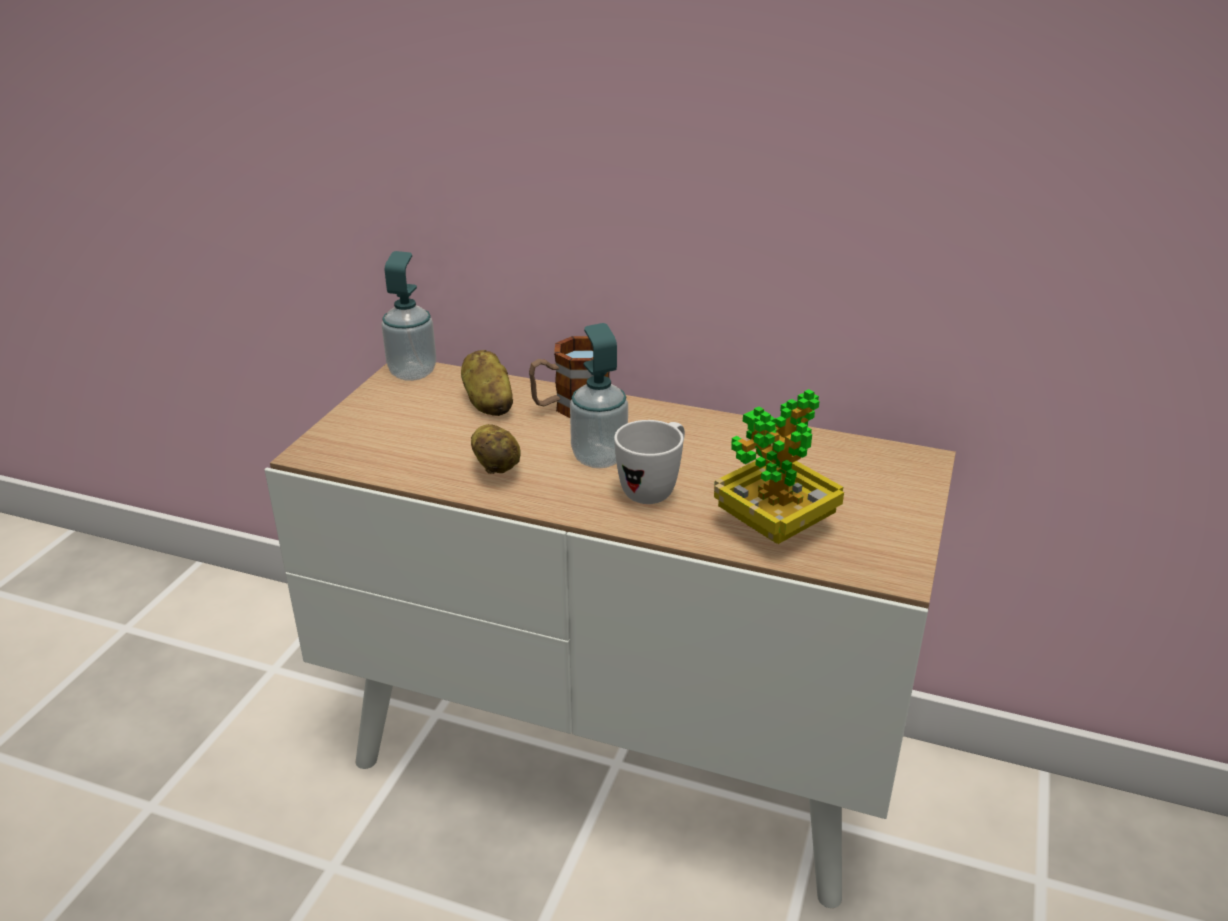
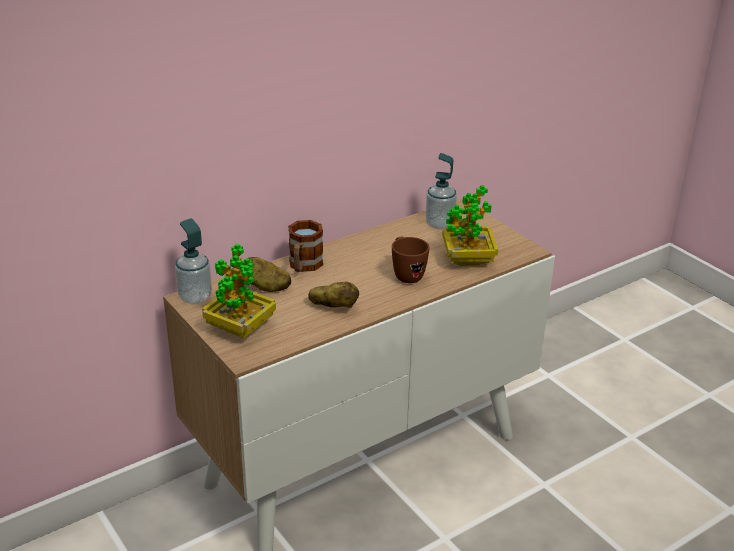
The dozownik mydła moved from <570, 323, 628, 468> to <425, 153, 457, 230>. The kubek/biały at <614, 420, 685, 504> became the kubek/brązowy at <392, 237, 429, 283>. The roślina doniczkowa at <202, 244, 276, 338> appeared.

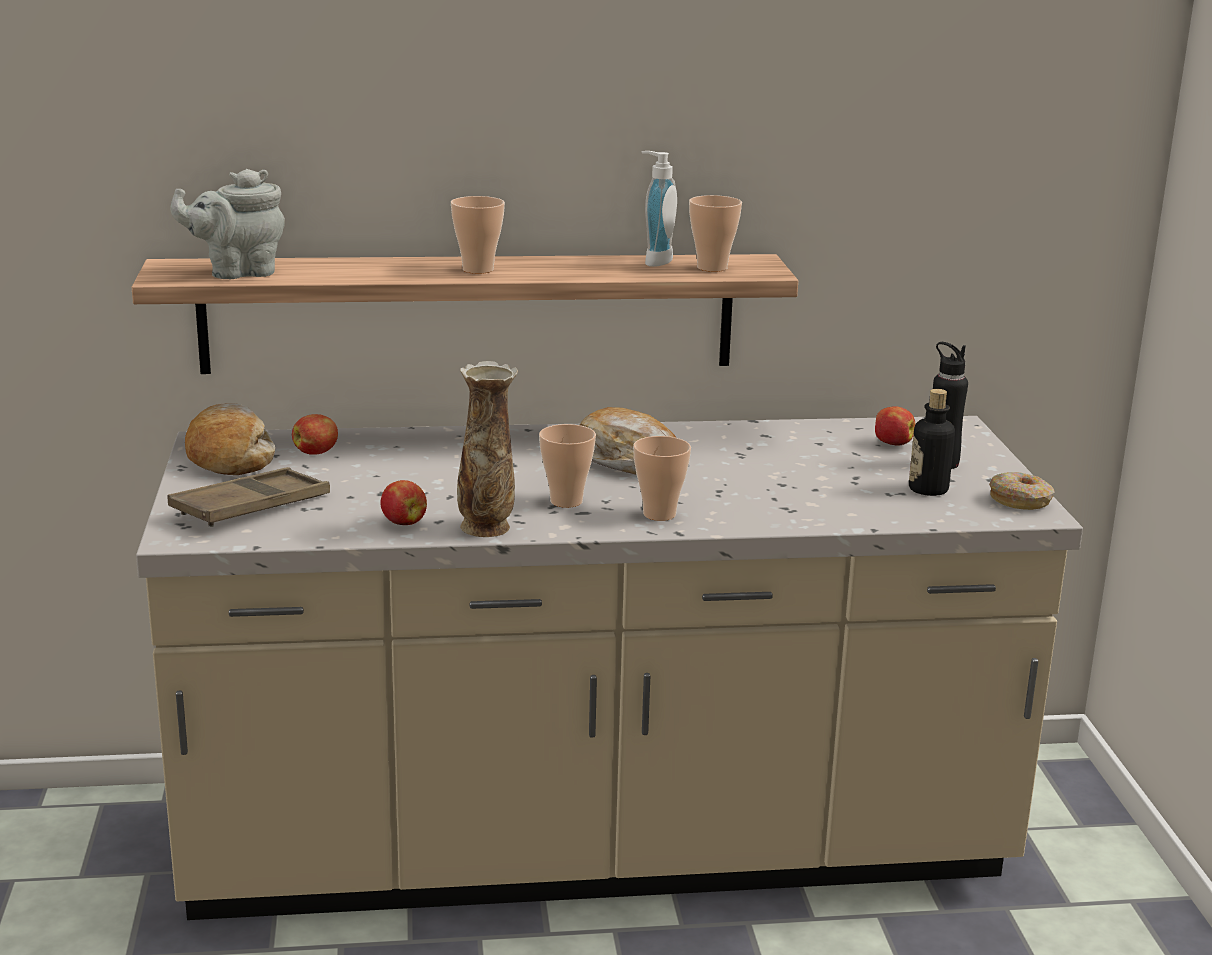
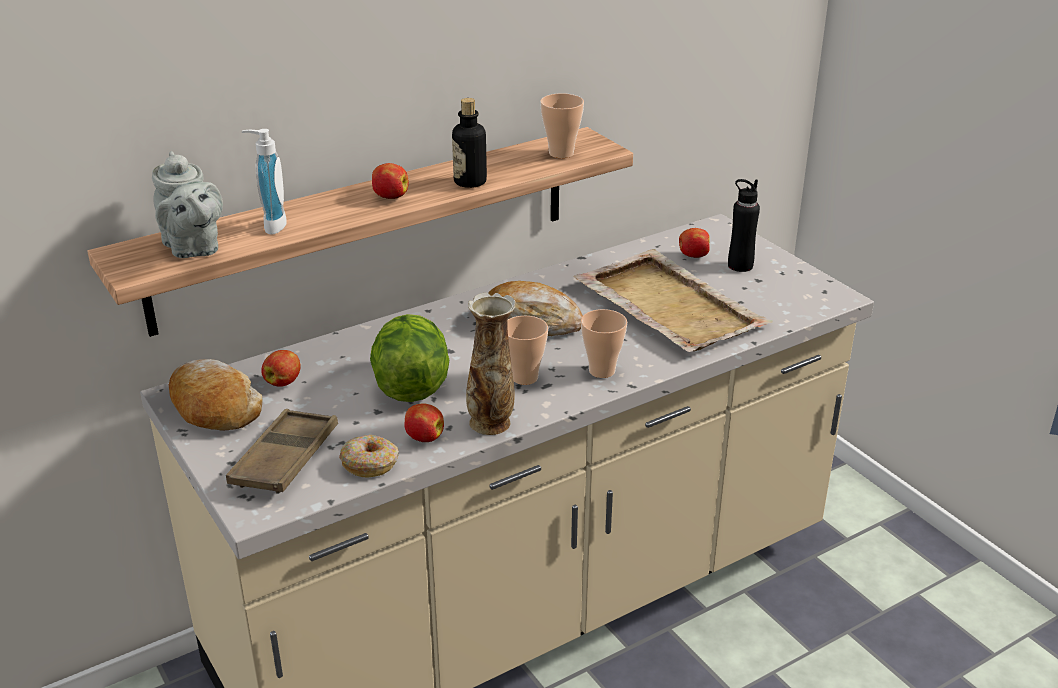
The dozownik mydła moved from <642, 151, 677, 267> to <242, 129, 287, 235>. The imbryk/szary at <170, 169, 285, 279> turned 75 degrees counterclockwise. The filiżanka at <451, 196, 505, 274> was replaced by the jabłko at <372, 163, 409, 199>. The butelka moved from <909, 389, 955, 496> to <452, 98, 487, 188>. The donut moved from <989, 472, 1055, 510> to <339, 435, 399, 478>. The taca/beżowy at <573, 249, 773, 352> appeared. The sałata at <370, 314, 449, 402> appeared.

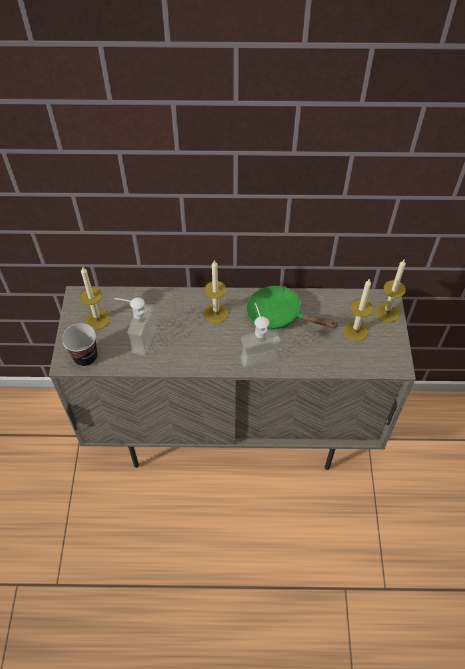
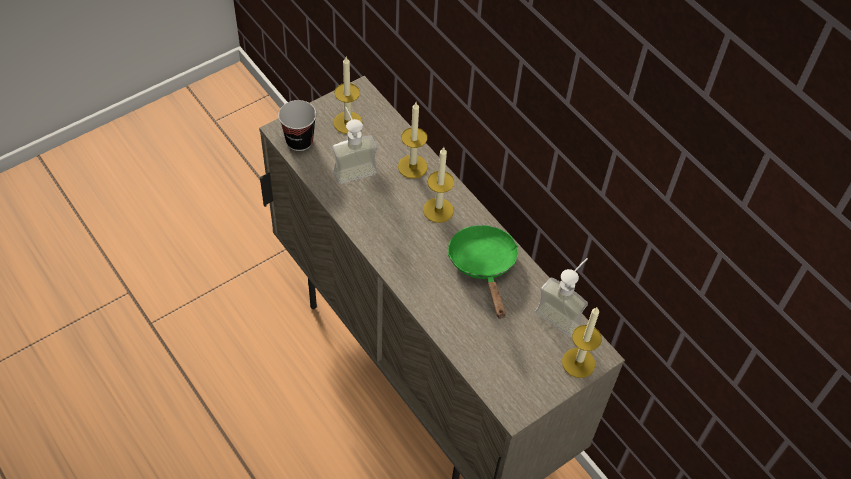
The świeca moved from <343, 279, 373, 341> to <398, 103, 428, 179>. The dozownik mydła moved from <241, 303, 280, 368> to <535, 258, 588, 337>.

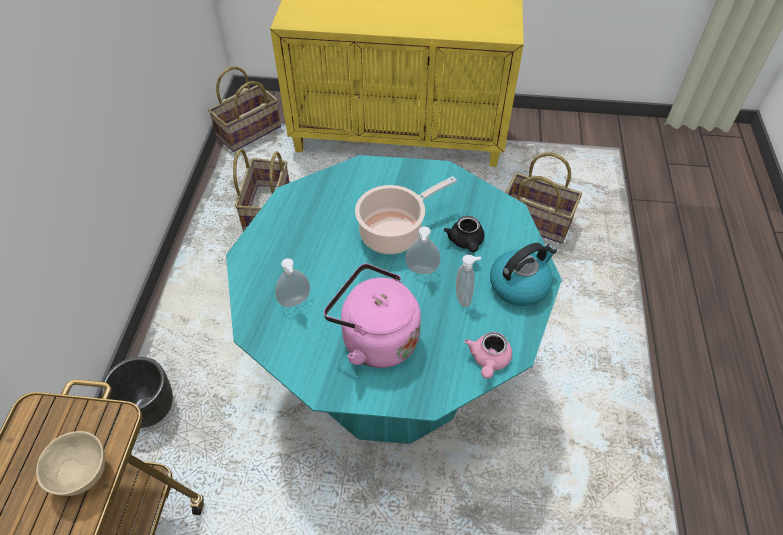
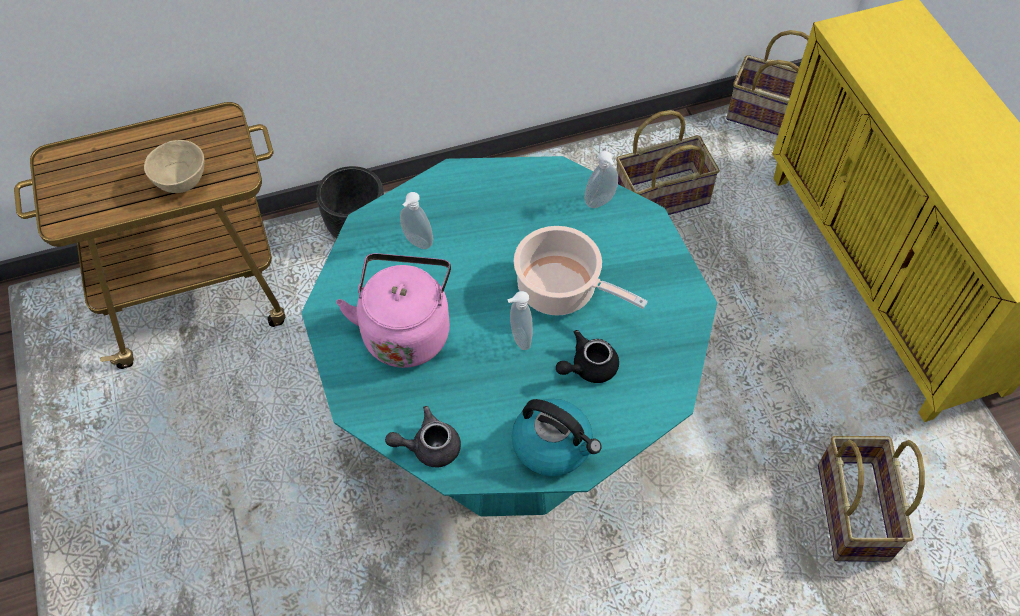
The dozownik mydła moved from <456, 255, 481, 307> to <585, 151, 618, 208>. The imbryk/różowy at <465, 332, 512, 379> became the imbryk/szary at <385, 406, 461, 467>.

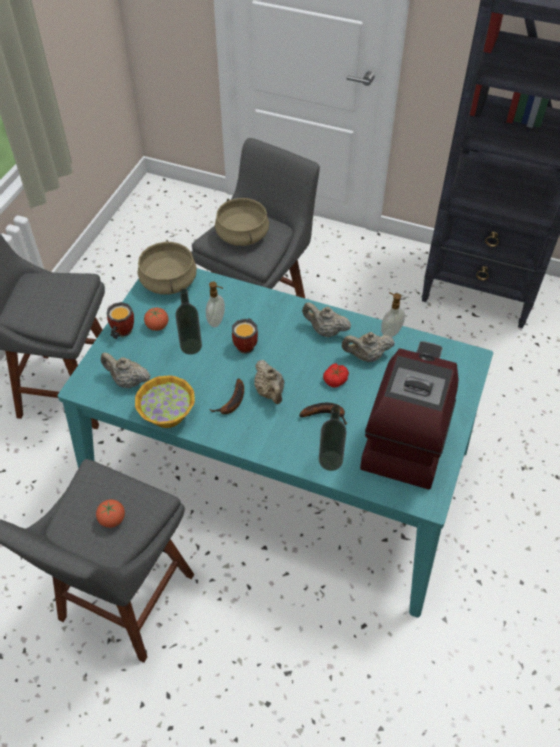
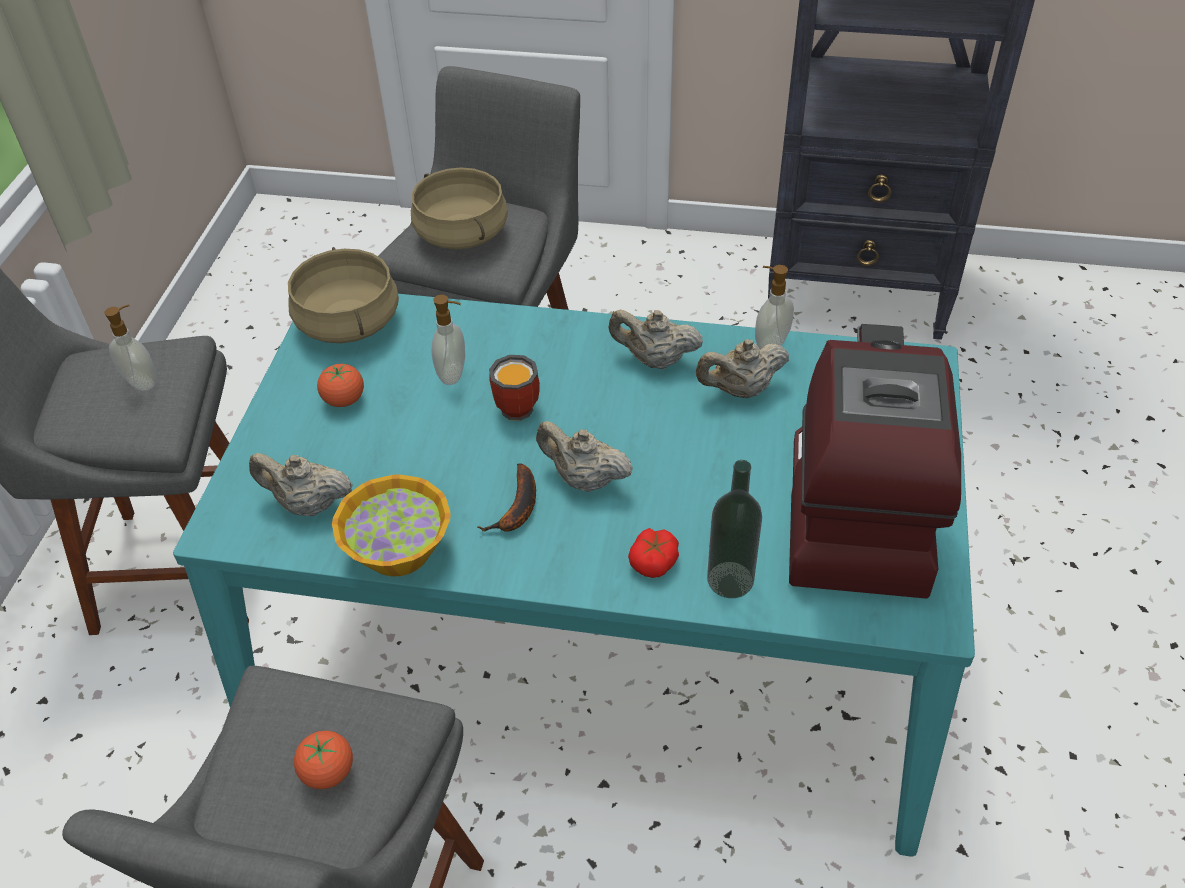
The butelka at <175, 288, 202, 355> disappeared. The kubek at <106, 302, 134, 339> disappeared. The imbryk/beżowy at <254, 360, 285, 404> turned 150 degrees clockwise. The pomidor moved from <323, 363, 349, 388> to <628, 528, 679, 578>. The banan at <299, 403, 347, 425> disappeared. The dozownik mydła at <104, 305, 156, 391> appeared.

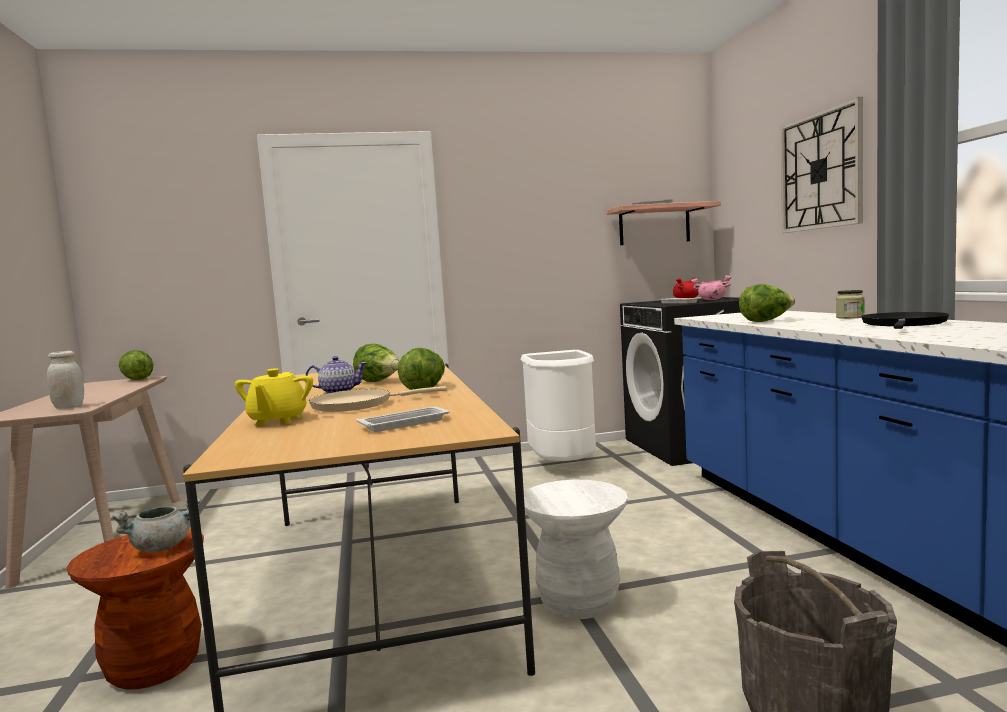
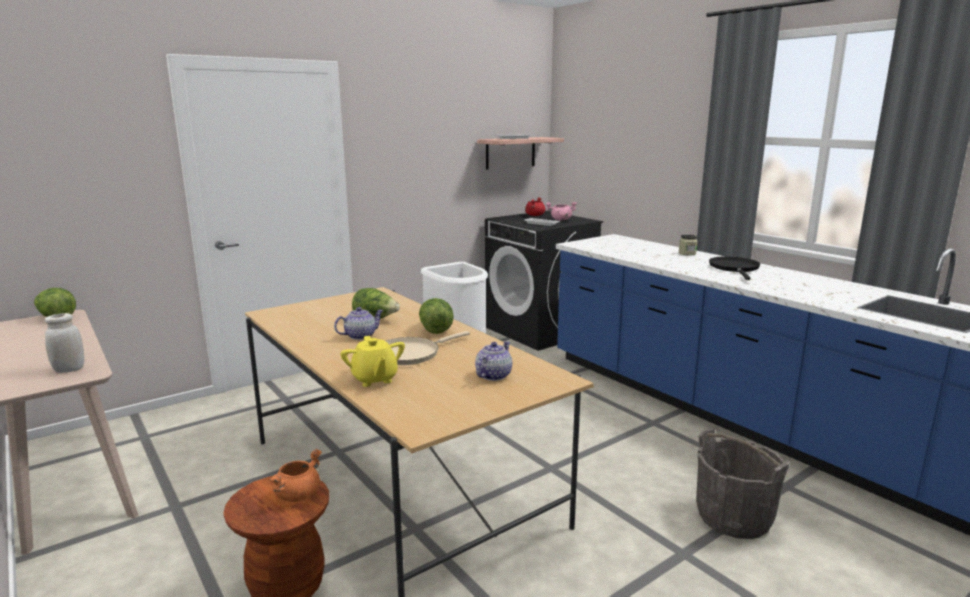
The zegar ścienny at <780, 97, 863, 233> disappeared. The sałata at <739, 284, 795, 322> disappeared. The taca/biały at <356, 407, 449, 432> was replaced by the imbryk at <475, 341, 512, 381>. The stołek/biały at <524, 480, 628, 619> disappeared. The garnek/szary at <112, 497, 201, 552> became the garnek/pomarańczowy at <270, 449, 322, 502>.

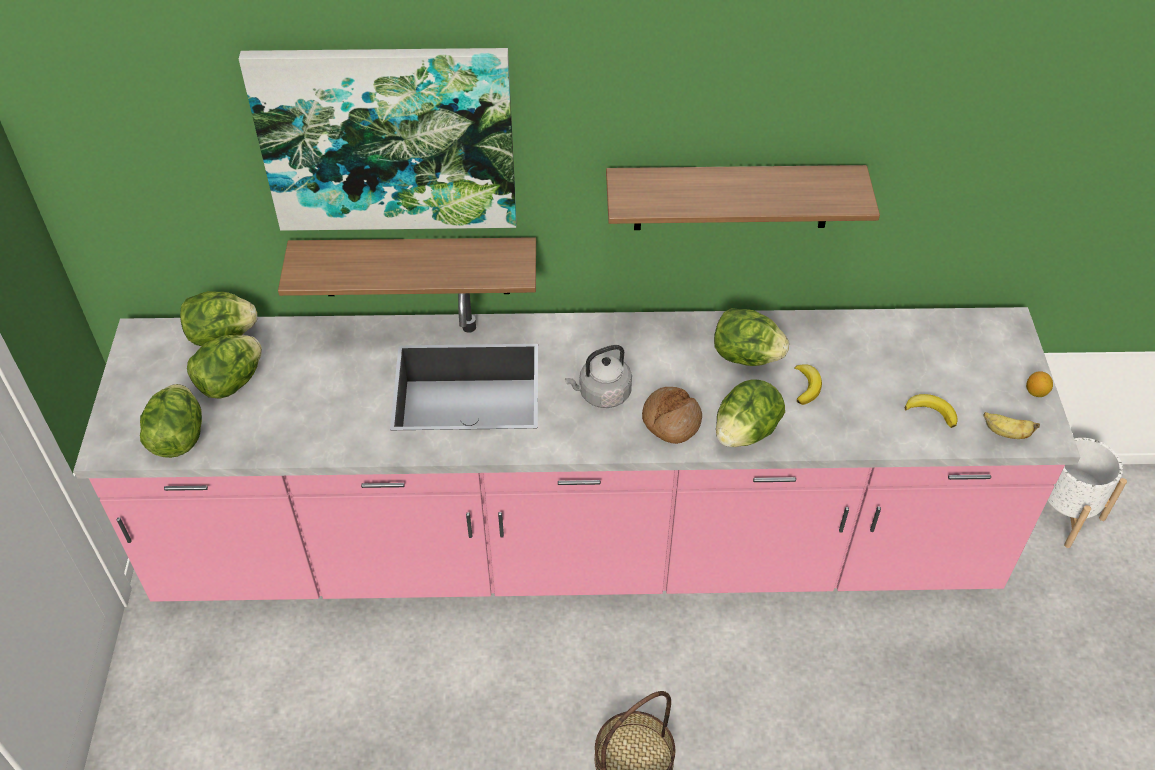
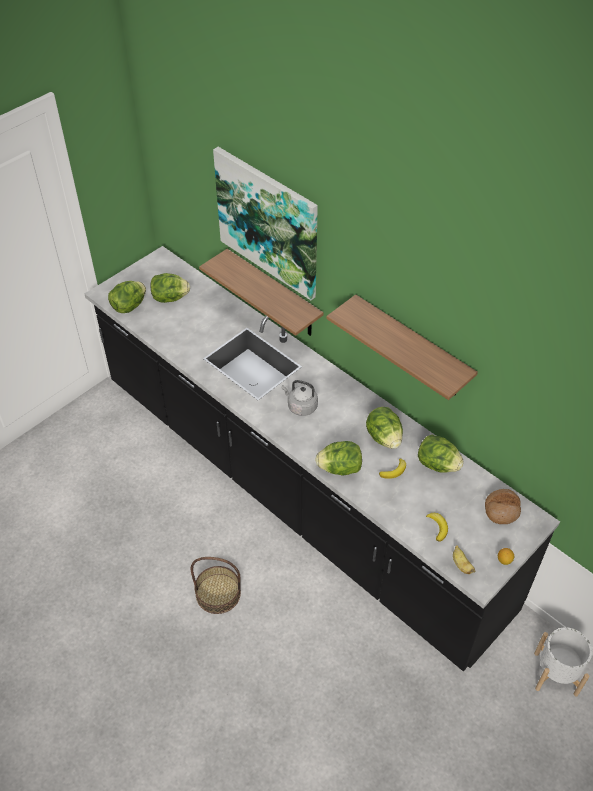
The sałata moved from <180, 291, 257, 346> to <418, 435, 464, 473>. The zabudowa kuchenna/różowy at <74, 293, 1081, 602> became the zabudowa kuchenna/czarny at <85, 246, 560, 671>. The chleb moved from <642, 387, 702, 444> to <485, 489, 521, 524>.

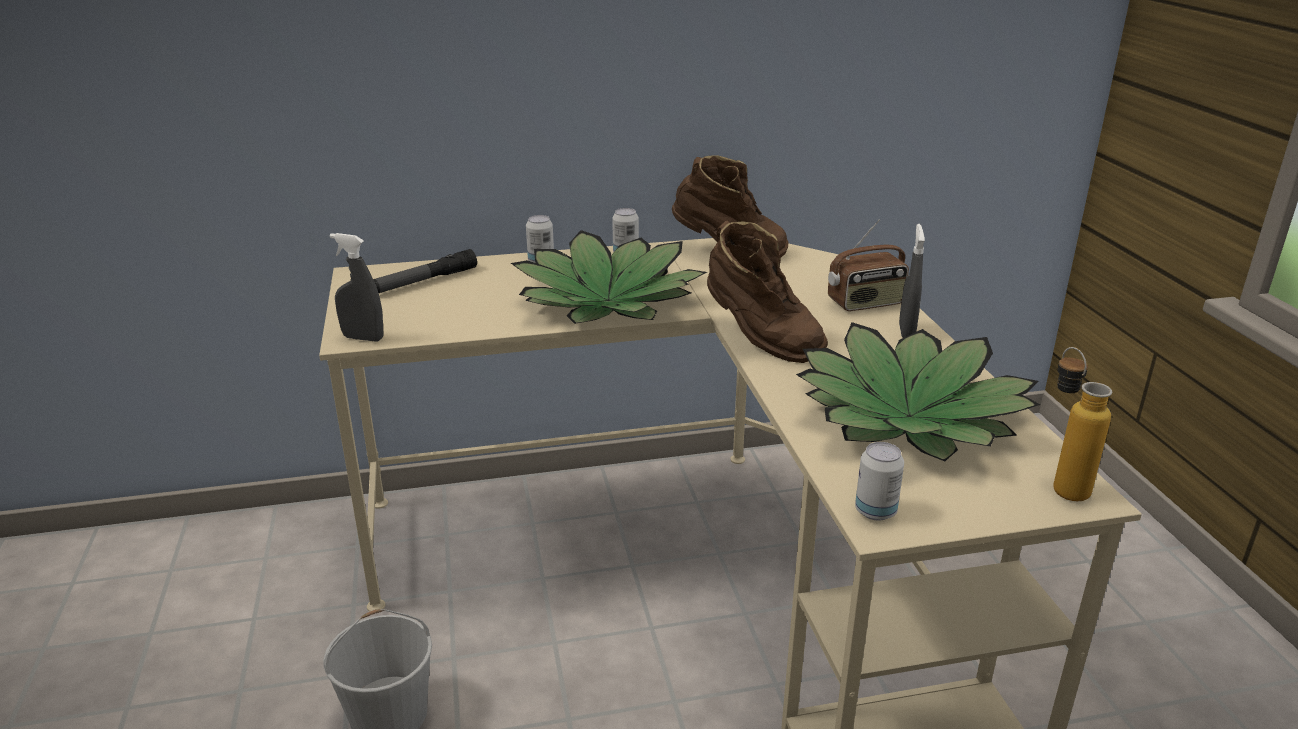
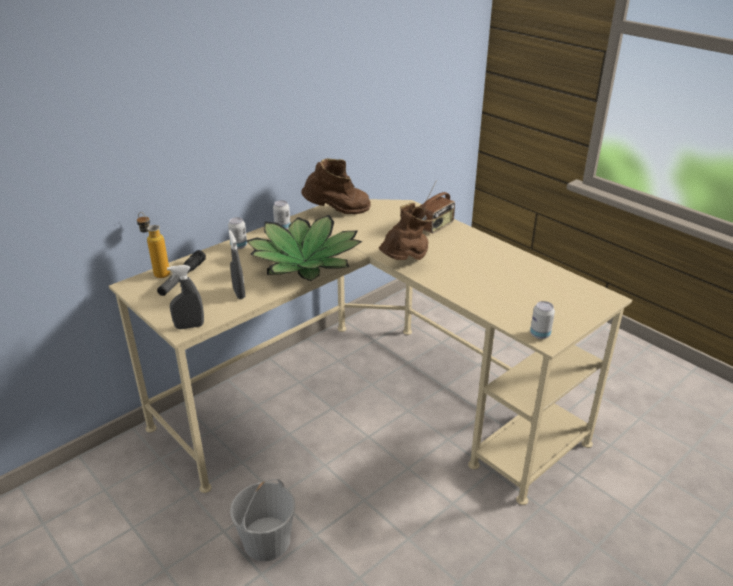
The but z cholewką/brązowy at <707, 220, 828, 363> turned 75 degrees counterclockwise. The spryskiwacz/szary moved from <899, 224, 925, 338> to <229, 230, 246, 299>. The roślina doniczkowa at <796, 322, 1041, 461> disappeared. The butelka moved from <1053, 347, 1112, 501> to <137, 212, 170, 278>.

